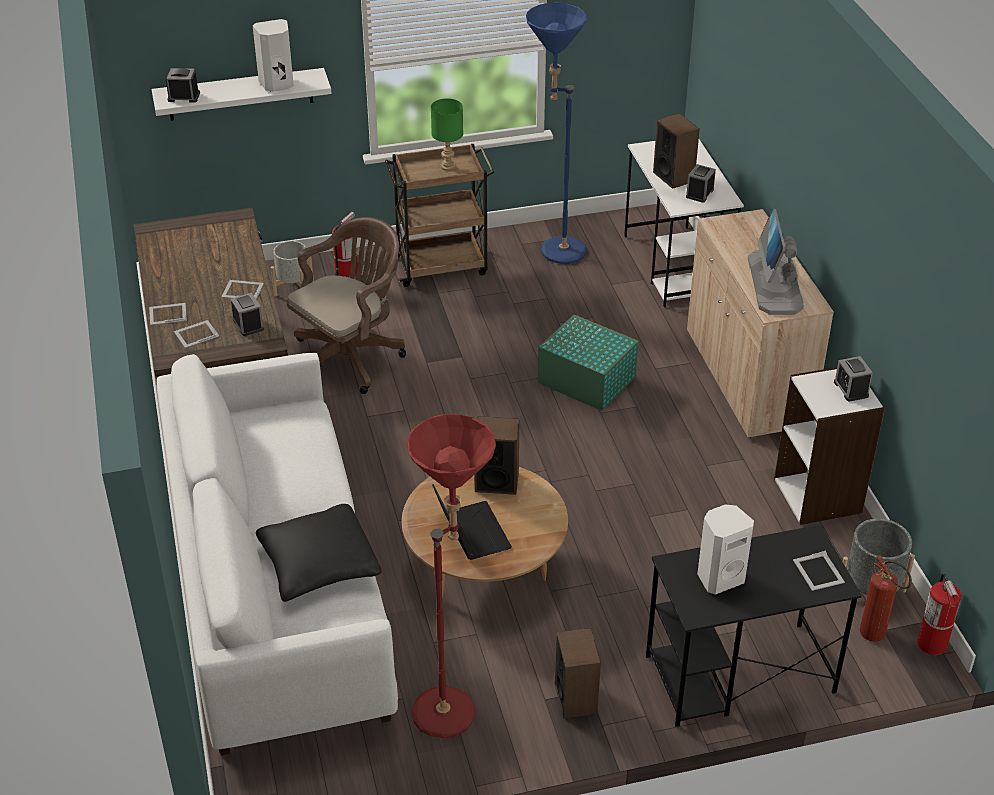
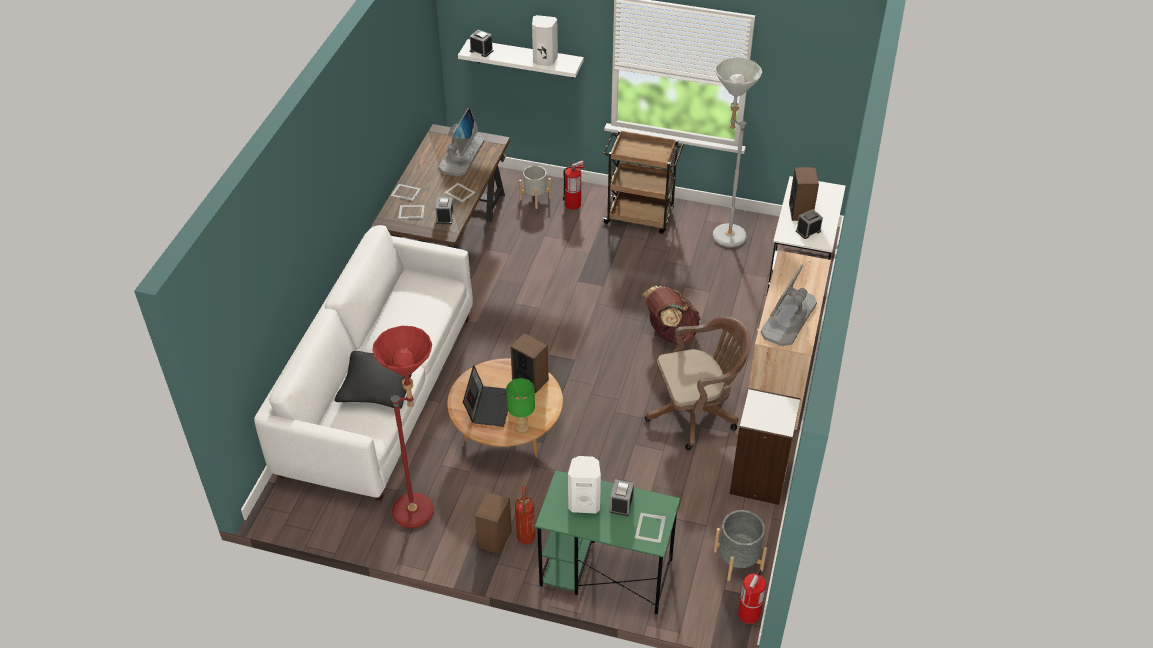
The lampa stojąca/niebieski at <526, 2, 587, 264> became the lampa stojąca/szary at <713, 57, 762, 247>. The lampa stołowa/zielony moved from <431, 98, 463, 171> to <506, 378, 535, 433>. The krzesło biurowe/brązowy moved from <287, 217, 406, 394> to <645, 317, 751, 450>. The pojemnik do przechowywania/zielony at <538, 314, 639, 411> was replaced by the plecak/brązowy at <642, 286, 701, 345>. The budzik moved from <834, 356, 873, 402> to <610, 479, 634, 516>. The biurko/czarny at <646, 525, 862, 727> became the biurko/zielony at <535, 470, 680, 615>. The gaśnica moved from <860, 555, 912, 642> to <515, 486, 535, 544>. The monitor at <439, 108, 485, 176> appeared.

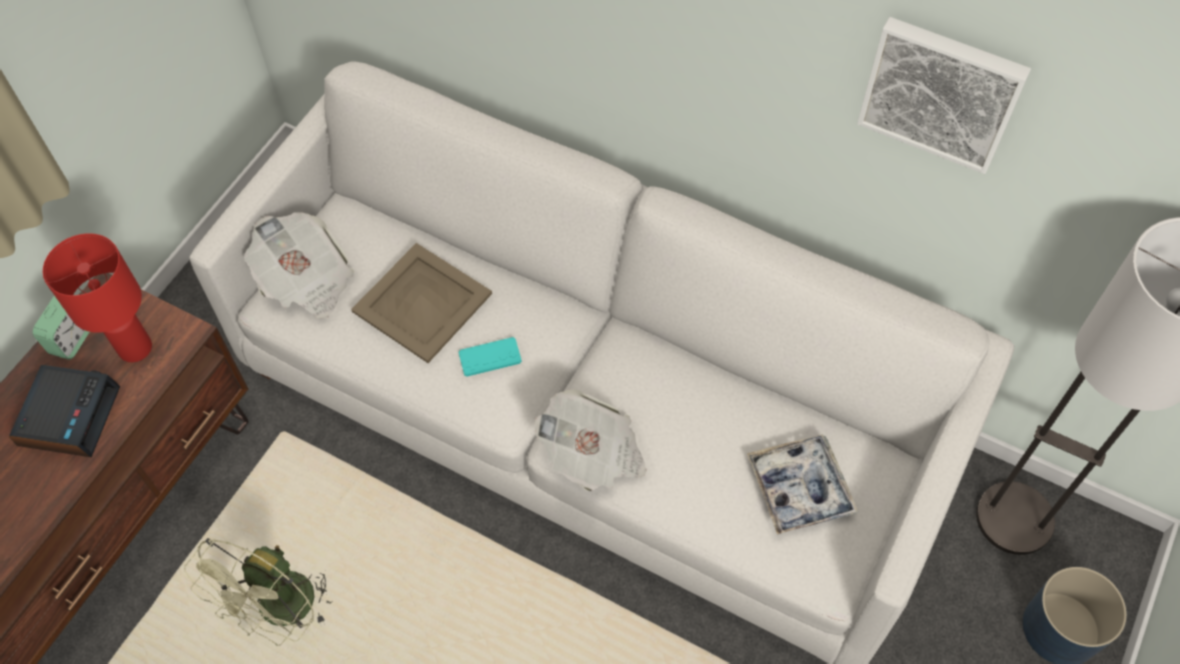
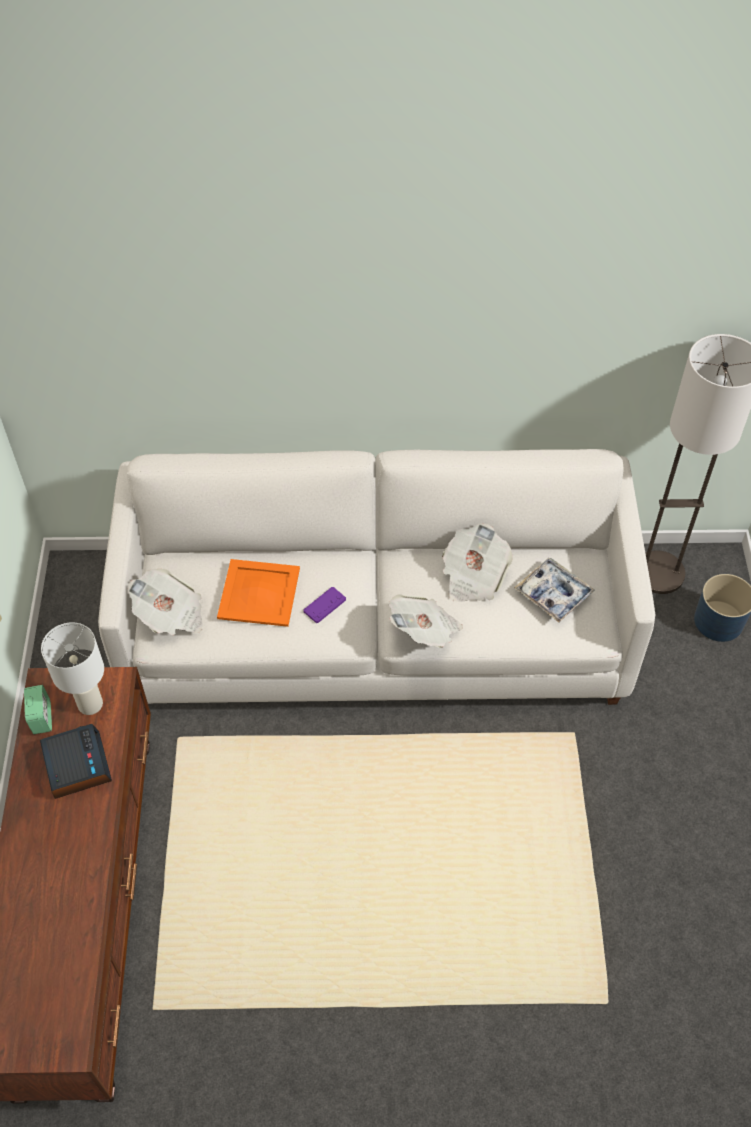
The obraz at <857, 17, 1031, 174> disappeared. The lampa stołowa/czerwony at <43, 233, 152, 362> became the lampa stołowa/biały at <41, 622, 104, 715>. The taca/beżowy at <351, 243, 492, 363> became the taca/pomarańczowy at <217, 559, 300, 627>. The pad do gier/turkusowy at <458, 337, 522, 377> became the pad do gier/fioletowy at <304, 587, 346, 623>. The wentylator/zielony at <184, 538, 333, 646> disappeared. The gazeta at <442, 523, 513, 602> appeared.

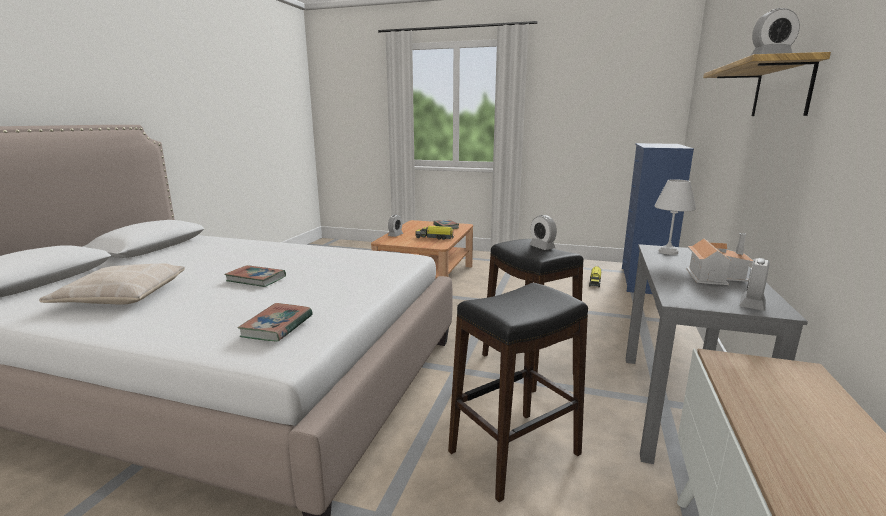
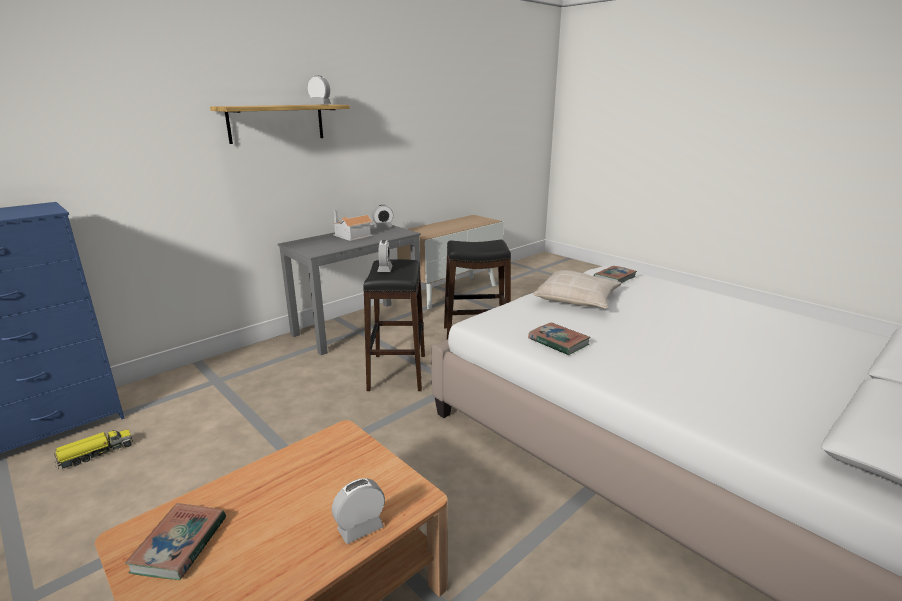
The lampa stołowa/biały at <655, 179, 696, 255> disappeared. The ciężarówka zabawkowa at <415, 226, 454, 240> disappeared. The poduszka/beżowy moved from <39, 263, 185, 305> to <533, 270, 621, 309>. The książka moved from <224, 265, 286, 287> to <528, 322, 591, 355>.

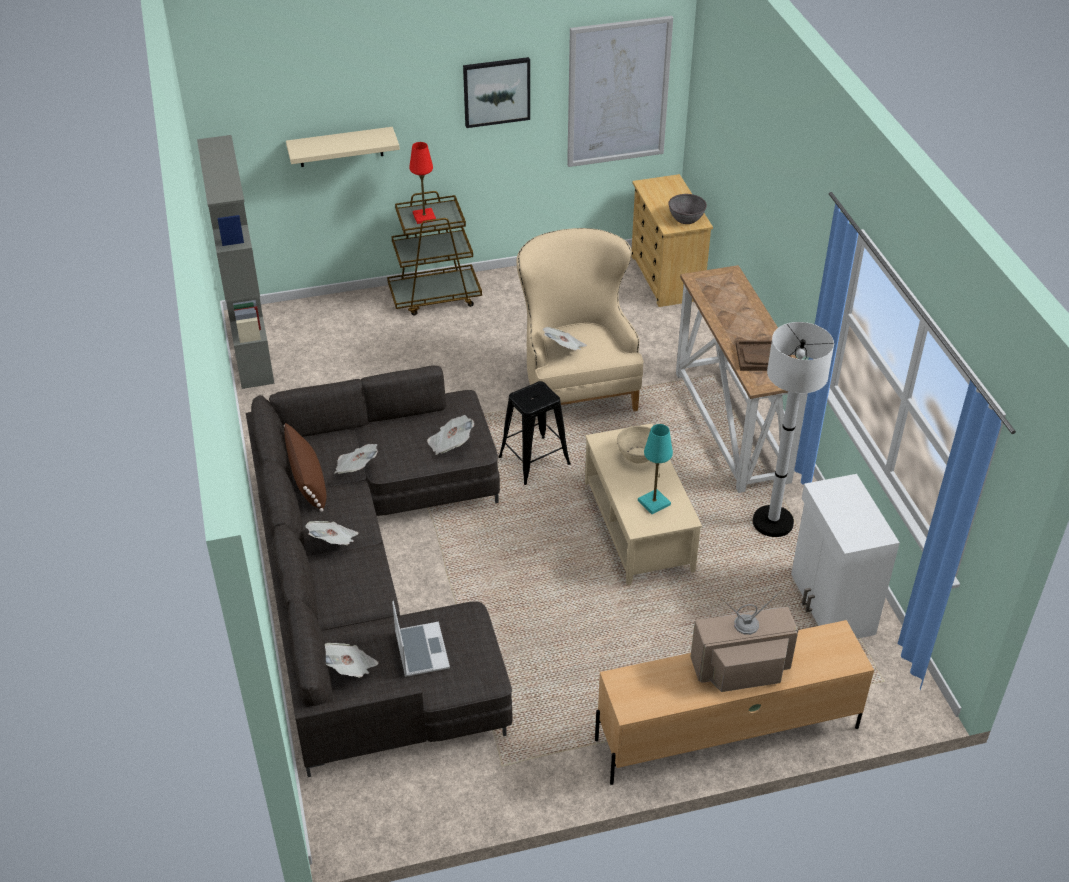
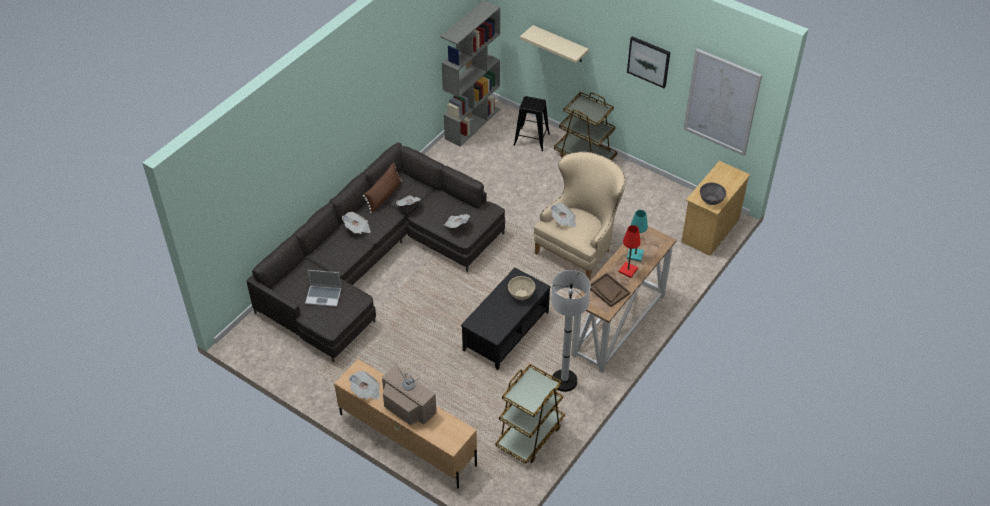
The lampa stołowa/czerwony moved from <409, 142, 436, 224> to <618, 225, 641, 278>. The stołek/czarny moved from <499, 381, 571, 485> to <514, 96, 550, 151>. The ława/beżowy at <585, 423, 702, 586> became the ława/czarny at <461, 268, 551, 370>. The lampa stołowa/turkusowy moved from <638, 424, 673, 514> to <627, 210, 648, 262>. The szafka/biały at <791, 474, 900, 638> was replaced by the wózek/brązowy at <495, 364, 565, 464>. The laptop at <392, 601, 450, 677> turned 60 degrees clockwise. The gazeta moved from <325, 643, 379, 678> to <349, 371, 380, 400>.

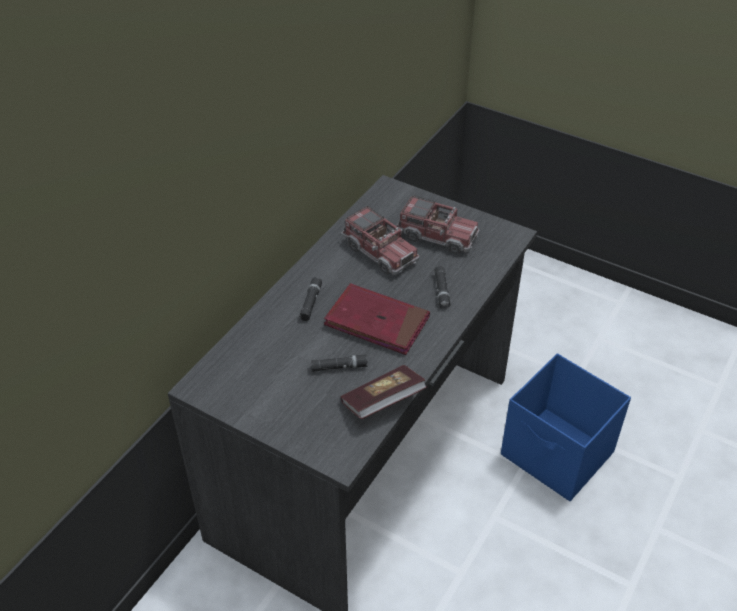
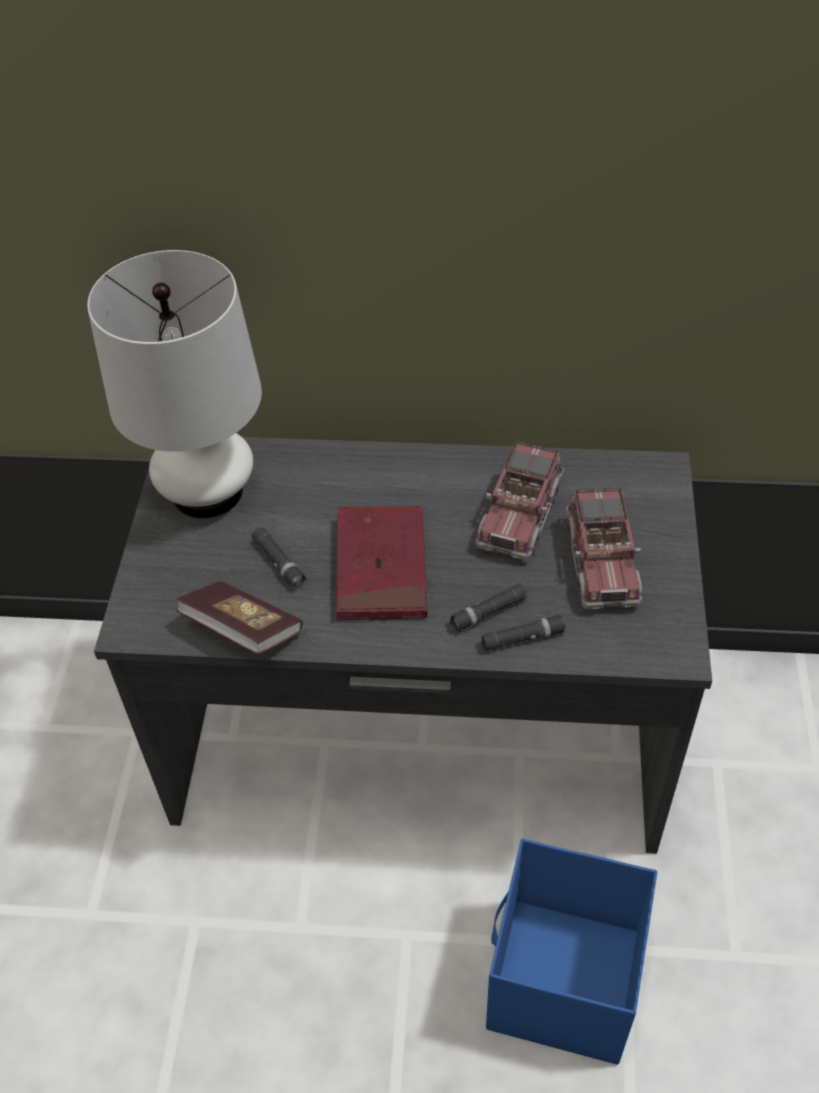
The latarka/czarny moved from <299, 277, 322, 321> to <481, 615, 566, 651>. The lampa stołowa/biały at <87, 250, 262, 518> appeared.

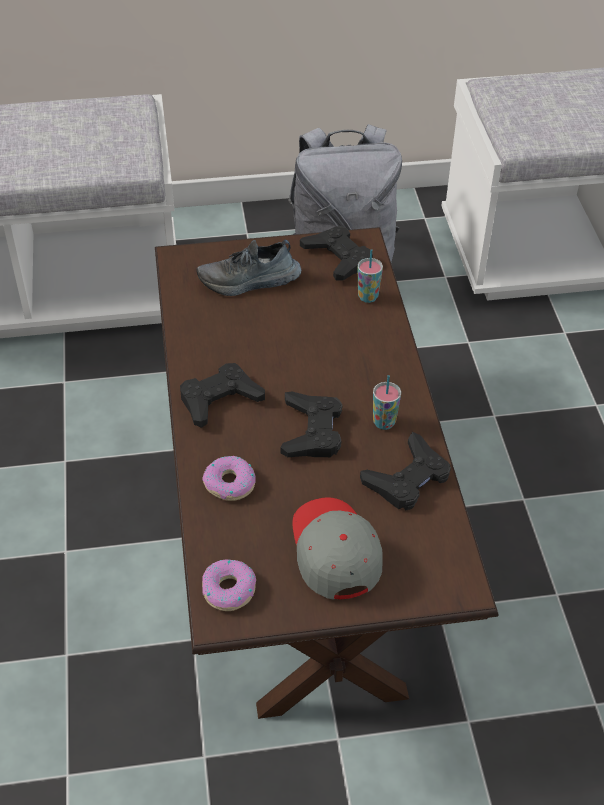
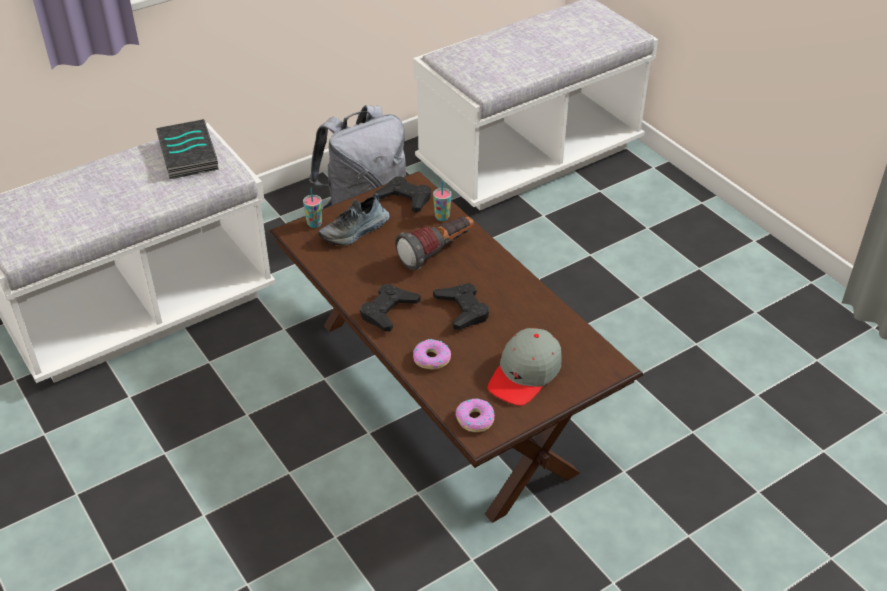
The filiżanka moved from <373, 375, 401, 430> to <303, 188, 322, 228>. The pad do gier/czarny at <360, 432, 451, 510> disappeared. The czapka z daszkiem/szary at <292, 498, 383, 600> turned 105 degrees counterclockwise. The książka at <156, 119, 219, 179> appeared. The latarka at <395, 217, 474, 270> appeared.

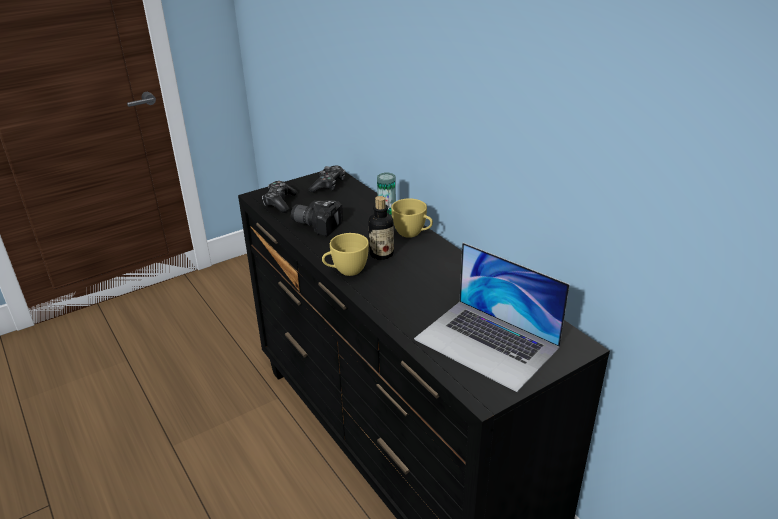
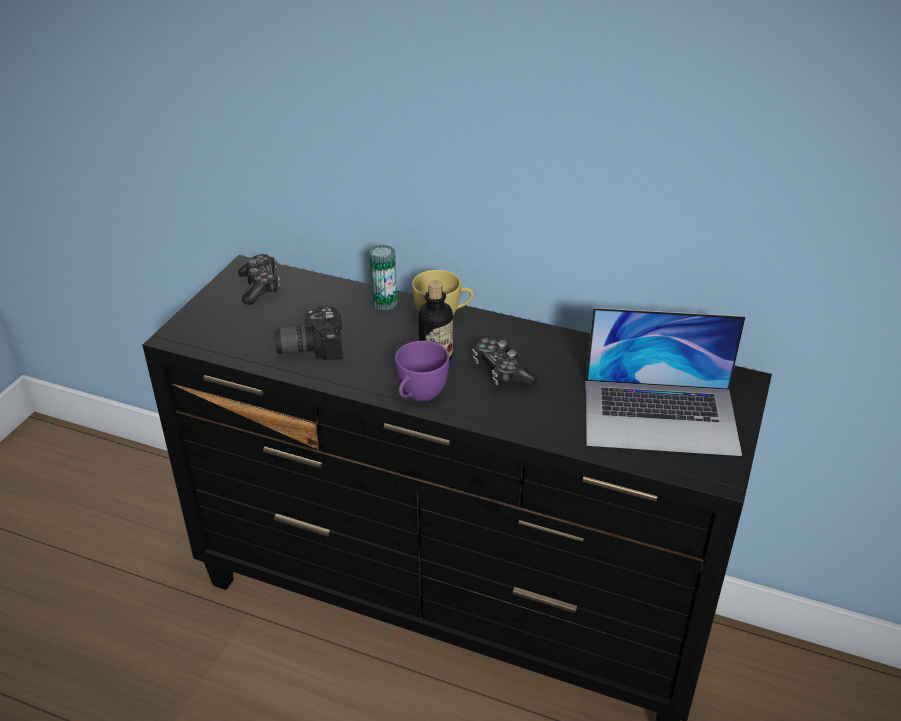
The pad do gier moved from <262, 181, 297, 213> to <472, 338, 537, 387>. The filiżanka/żółty at <322, 233, 369, 276> became the filiżanka/fioletowy at <395, 340, 449, 401>.

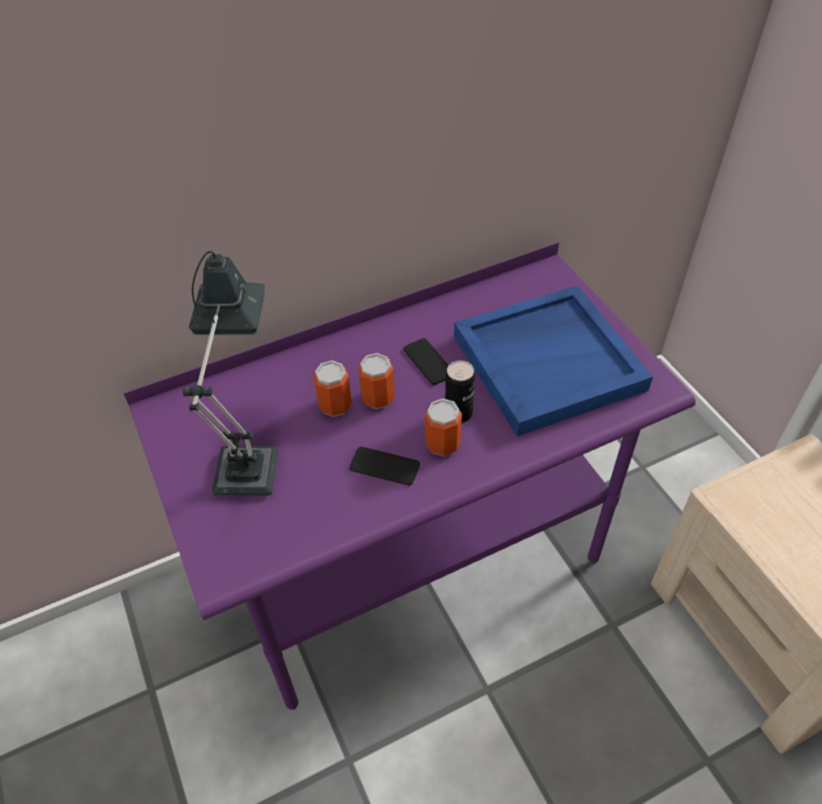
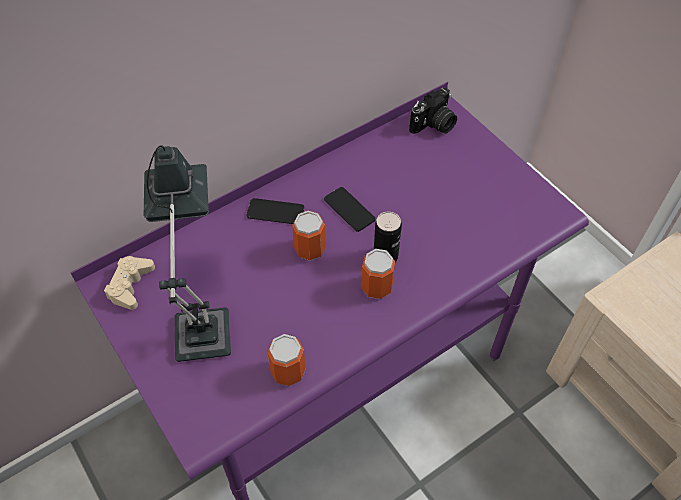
The taca/niebieski at <454, 285, 653, 436> disappeared. The puszka moved from <313, 360, 352, 417> to <267, 334, 306, 386>. The telefon moved from <349, 447, 420, 485> to <247, 198, 304, 224>. The aparat fotograficzny at <409, 88, 457, 134> appeared. The pad do gier/beżowy at <104, 256, 155, 310> appeared.

